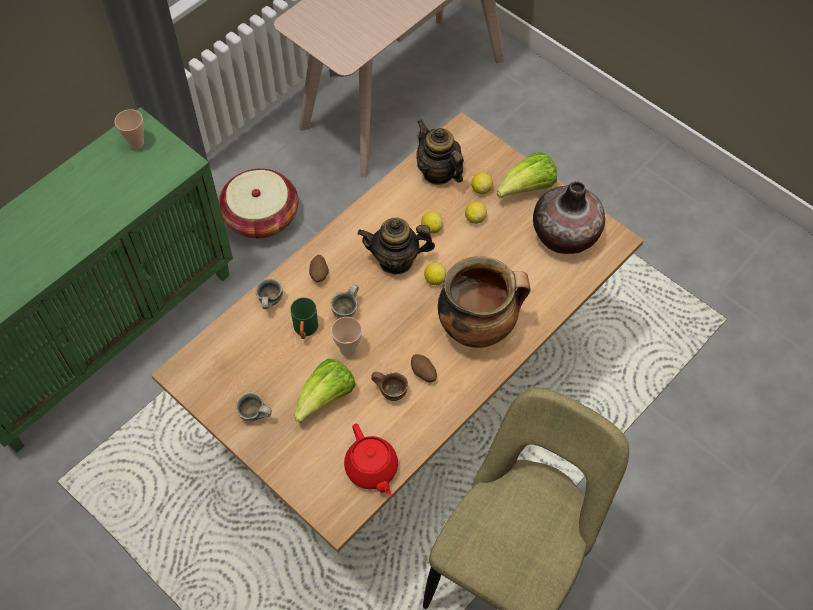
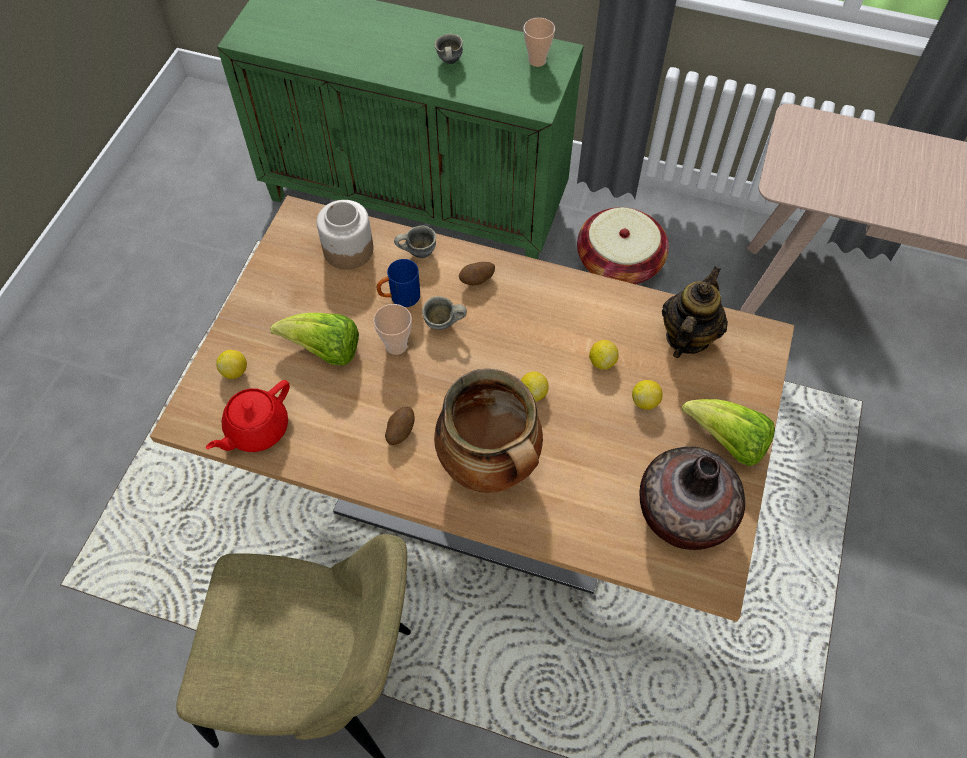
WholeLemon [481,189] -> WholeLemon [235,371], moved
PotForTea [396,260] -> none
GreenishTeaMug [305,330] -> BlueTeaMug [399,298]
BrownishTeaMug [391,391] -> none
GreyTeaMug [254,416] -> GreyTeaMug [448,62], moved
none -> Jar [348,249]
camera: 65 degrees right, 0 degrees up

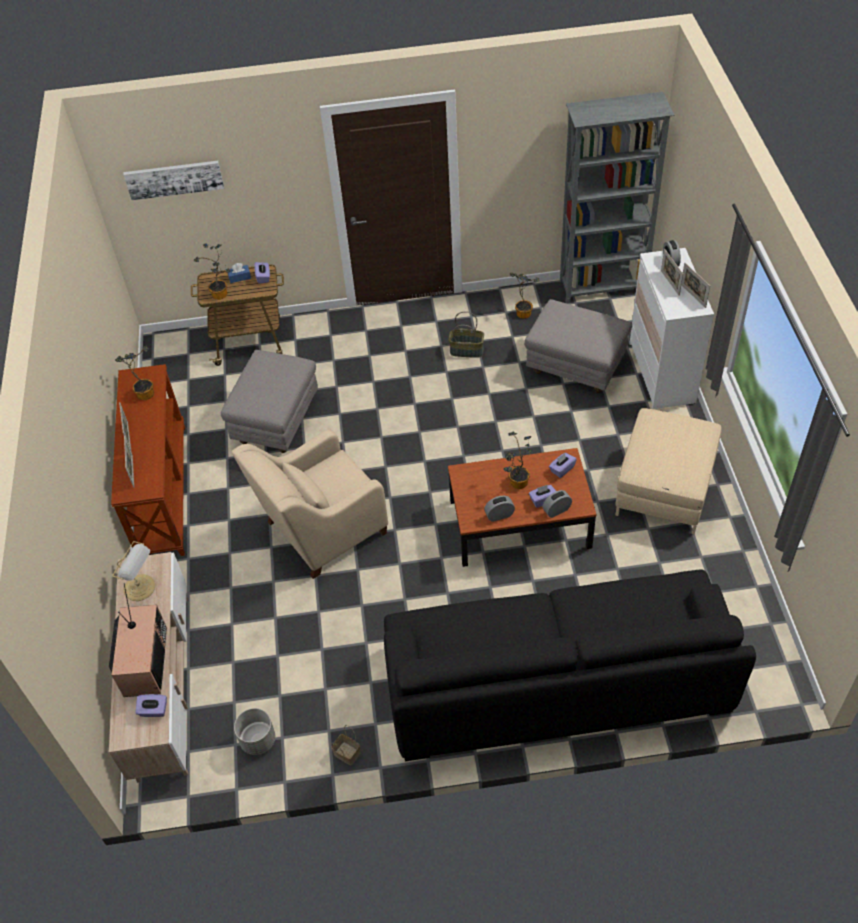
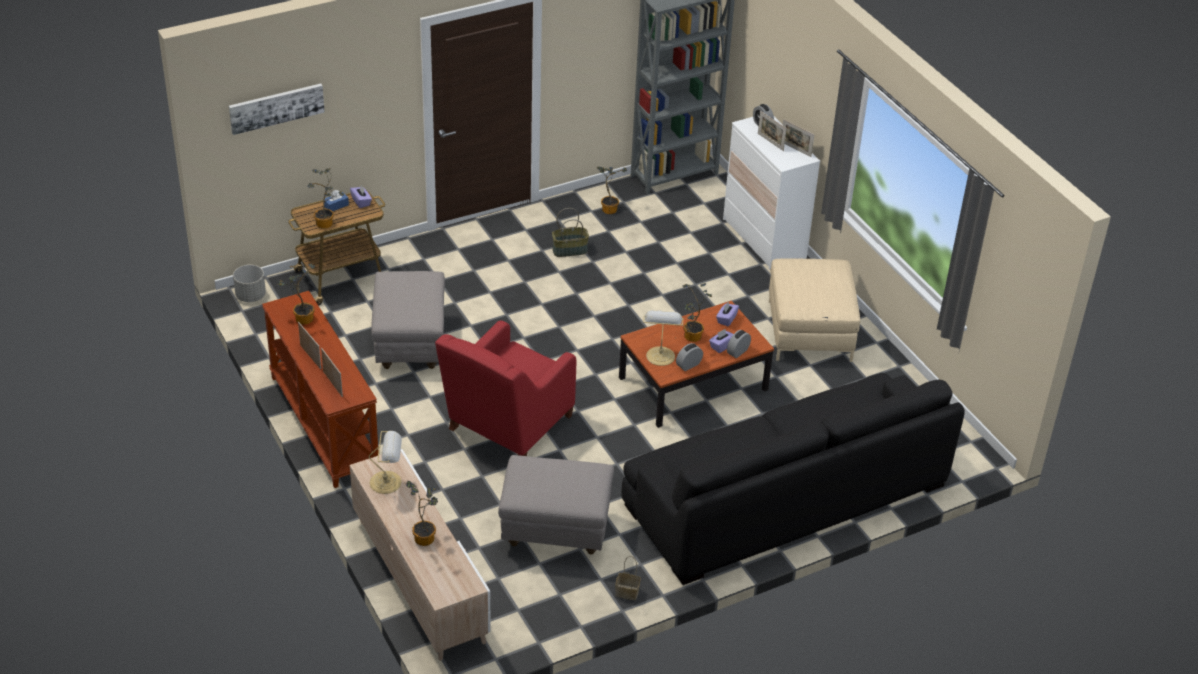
GreyFootrest [574,368] -> GreyFootrest [554,531], moved
BeigeColouredEasyChair [321,530] -> ReddishEasyChair [506,426]
Tv [144,661] -> PlantInAPot [426,536]
PurplishBoxOfTissues [153,710] -> none
GreyPlantPot [258,740] -> GreyPlantPot [250,296], moved
none -> TabletopLamp [660,355]
camera: 25 degrees left, 10 degrees down

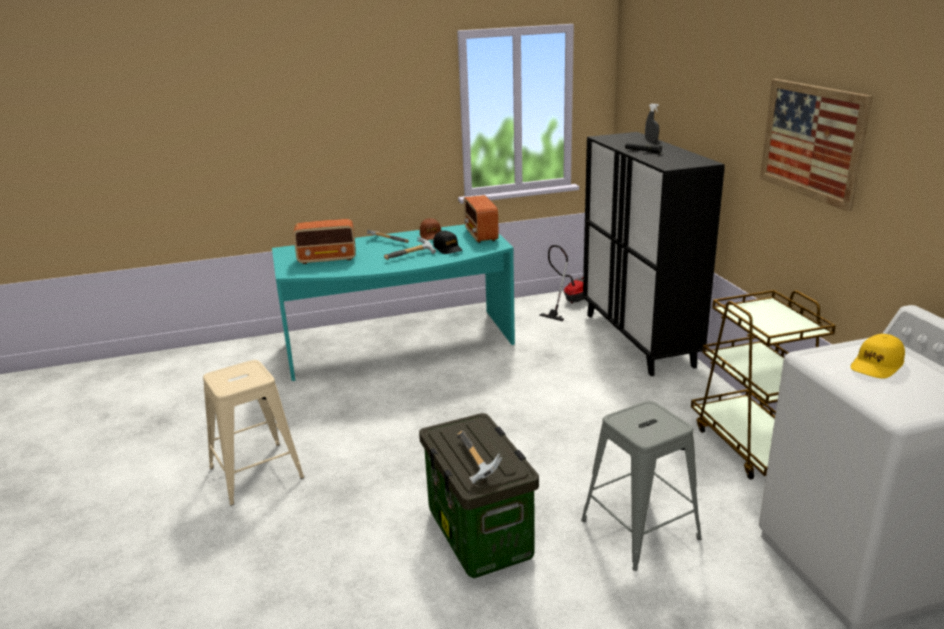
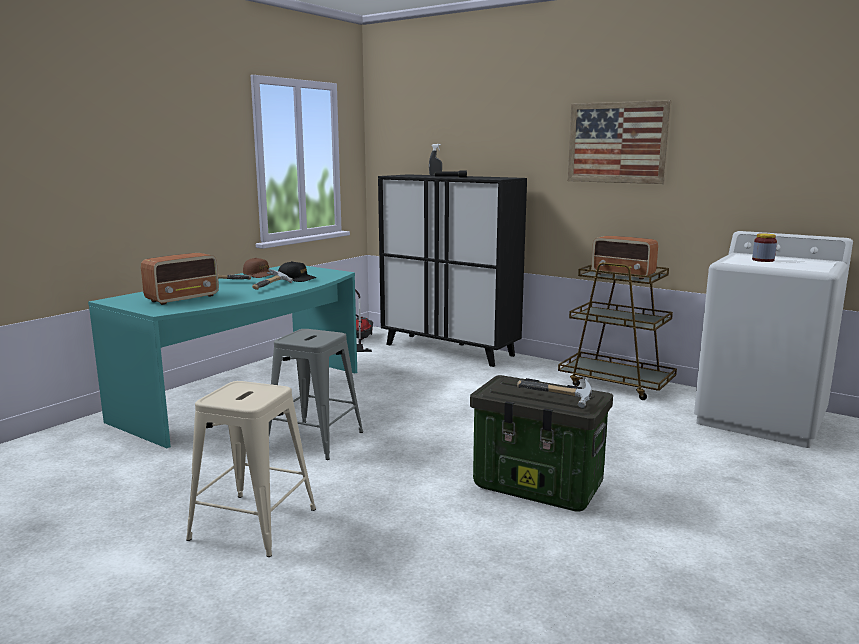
RadioSet [481,235] -> RadioSet [623,275], moved
YellowishBaseballCap [876,365] -> Jar [763,260]
GreyStool [640,529] -> GreyStool [315,439], moved
camera: 40 degrees left, 10 degrees down

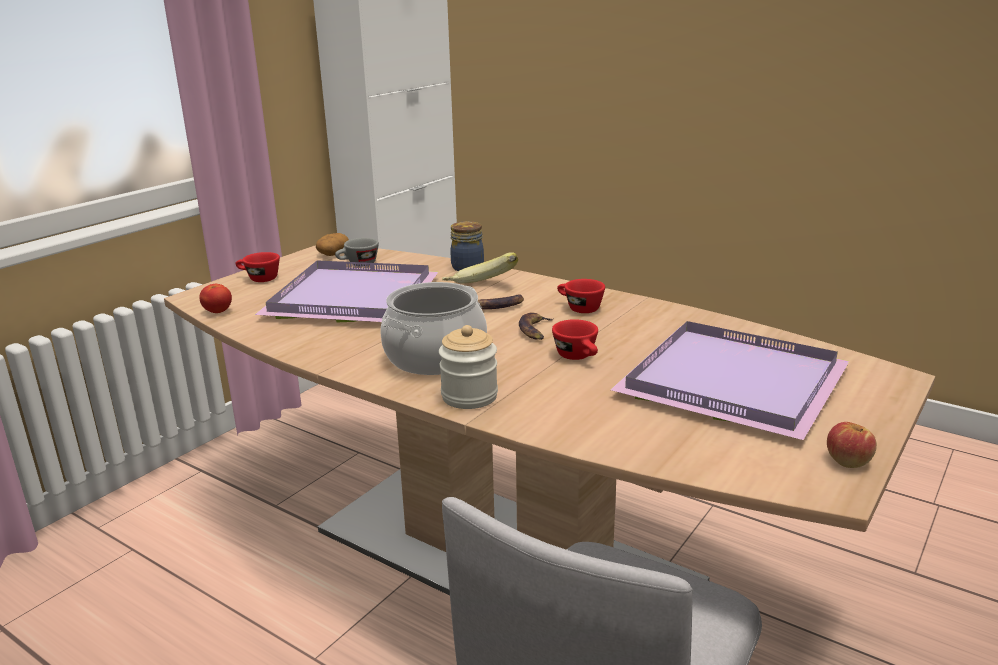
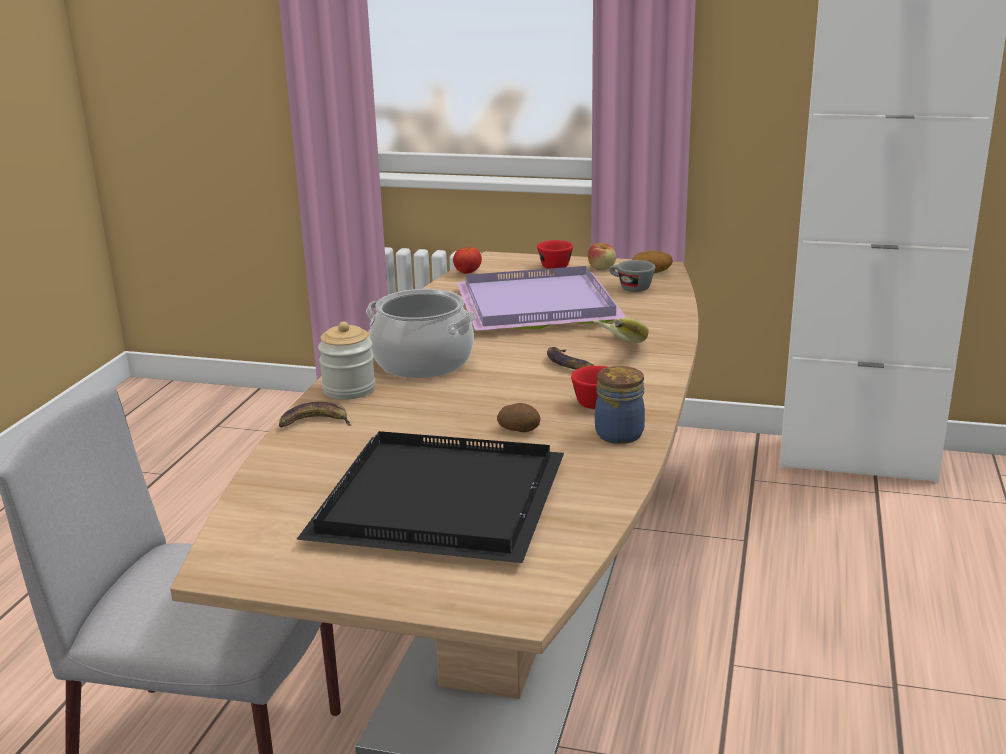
Jar [467,267] -> Jar [621,433], moved
Banana [535,330] -> Banana [314,422], moved
ReddishDrinkingCup [578,357] -> none
PurplishServingTray [737,382] -> BlackColouredServingTray [442,505]
Apple [848,461] -> Apple [602,268], moved
none -> Spud [519,429]
camera: 70 degrees right, 0 degrees up

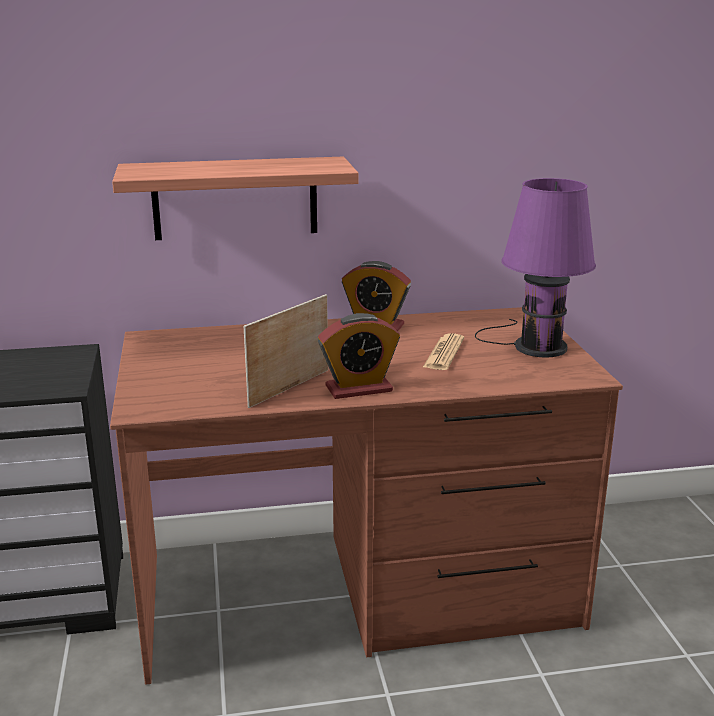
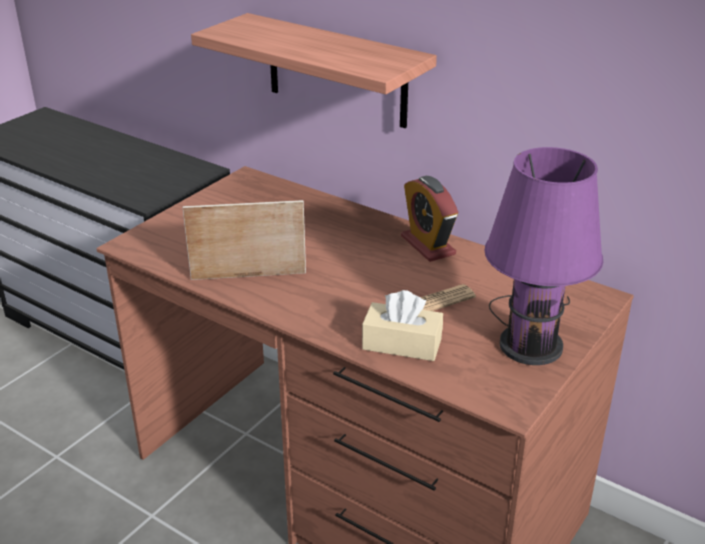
BedsideClock [359,389] -> none
none -> BeigeColouredBoxOfTissues [402,344]
camera: 45 degrees right, 10 degrees up

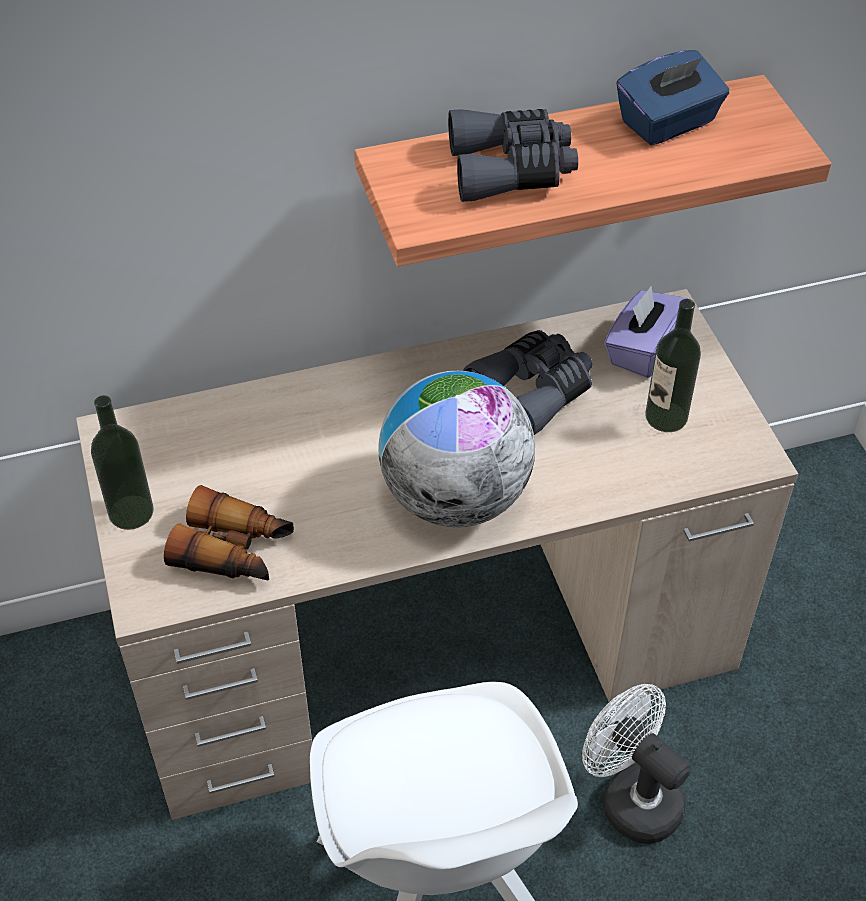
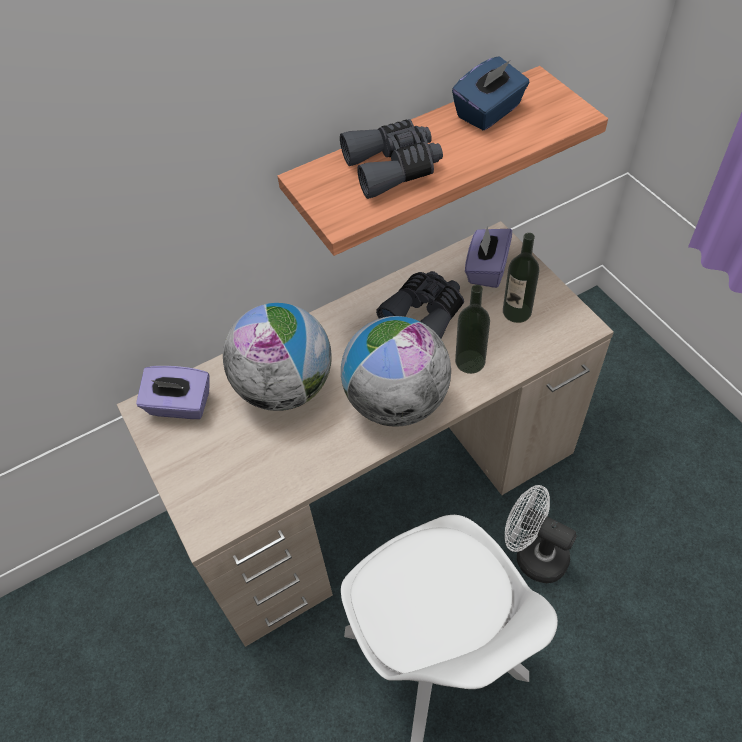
Bottle [131,512] -> Bottle [470,361], moved
Binoculars [234,550] -> none
none -> WorldGlobe [285,387]
none -> PurplishBoxOfTissues [180,405]
camera: 10 degrees left, 5 degrees up

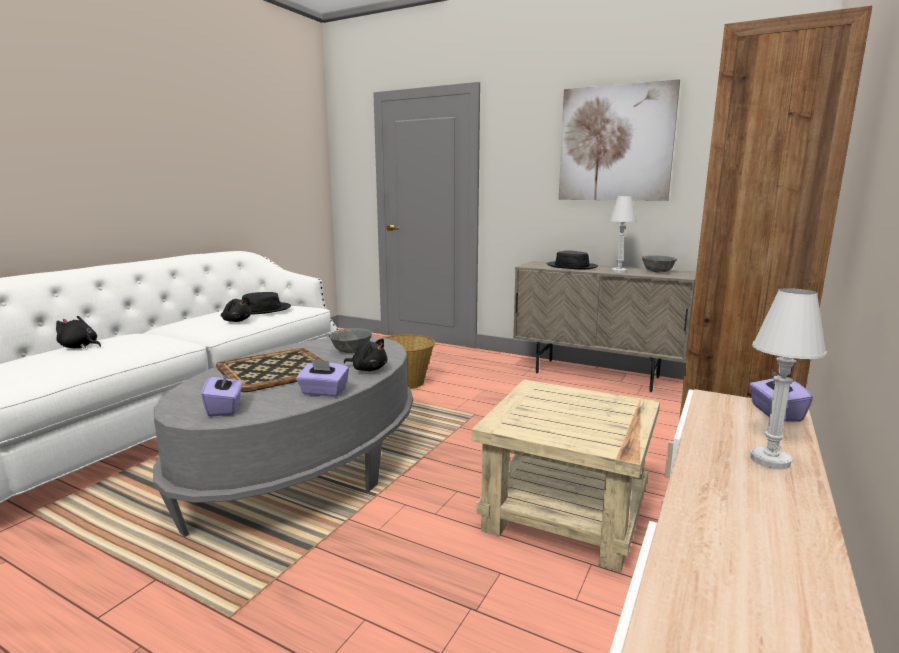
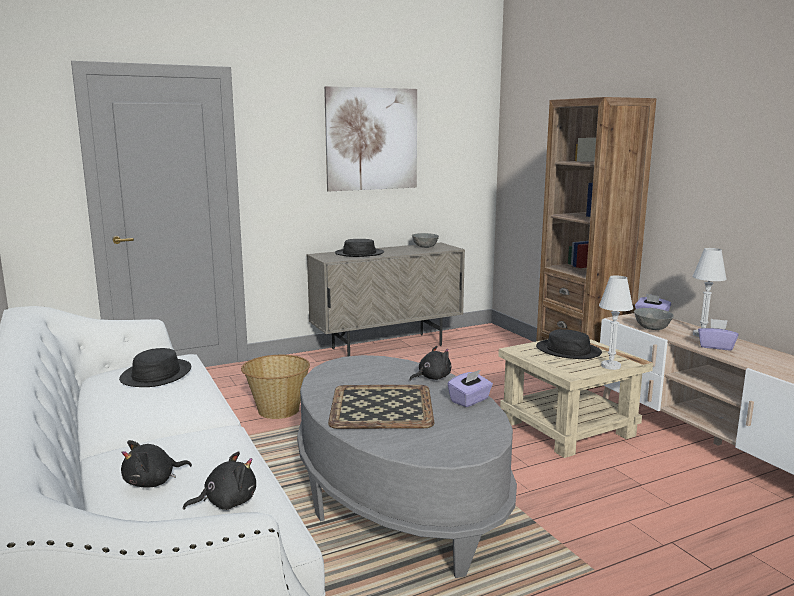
WhiteColouredTabletopLamp [618,271] -> WhiteColouredTabletopLamp [610,366], moved
BlackColouredSoftToy [236,321] -> BlackColouredSoftToy [227,502], moved
GreyDeepDish [351,351] -> GreyDeepDish [652,329], moved
PurplishBoxOfTissues [225,408] -> PurplishBoxOfTissues [715,346], moved
none -> BlackColouredWearableHat [568,350]
camera: 55 degrees left, 0 degrees up

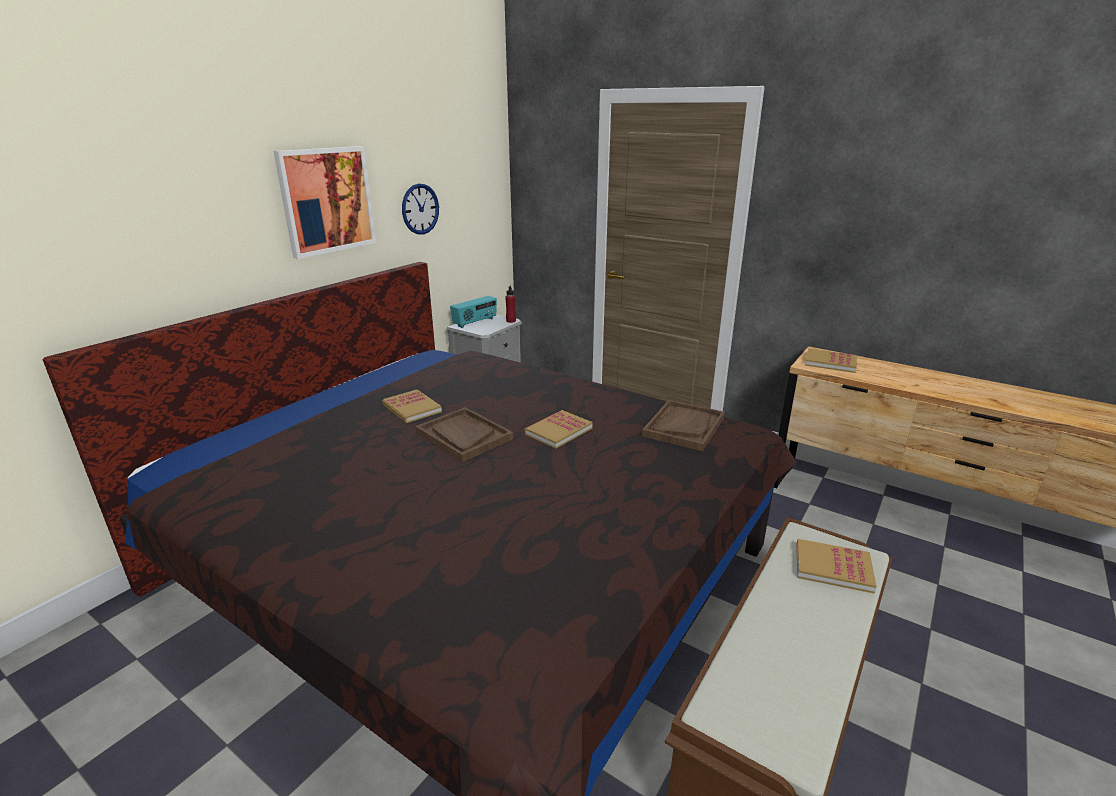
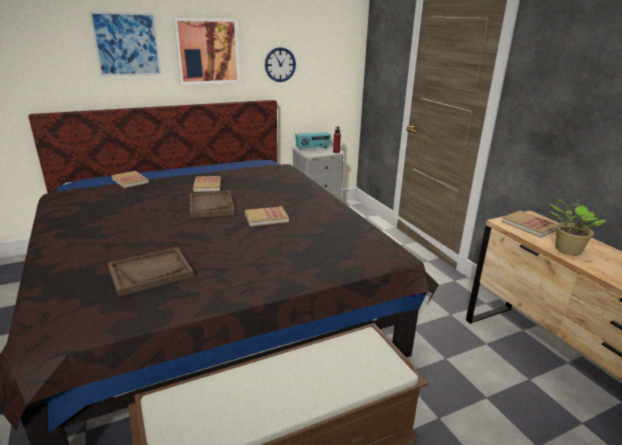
BrownishServingTray [683,427] -> BrownishServingTray [151,272], moved
BoundBook [833,568] -> BoundBook [130,181], moved
none -> WallArt [127,44]
none -> PlantInAPot [566,250]
camera: 30 degrees right, 0 degrees up

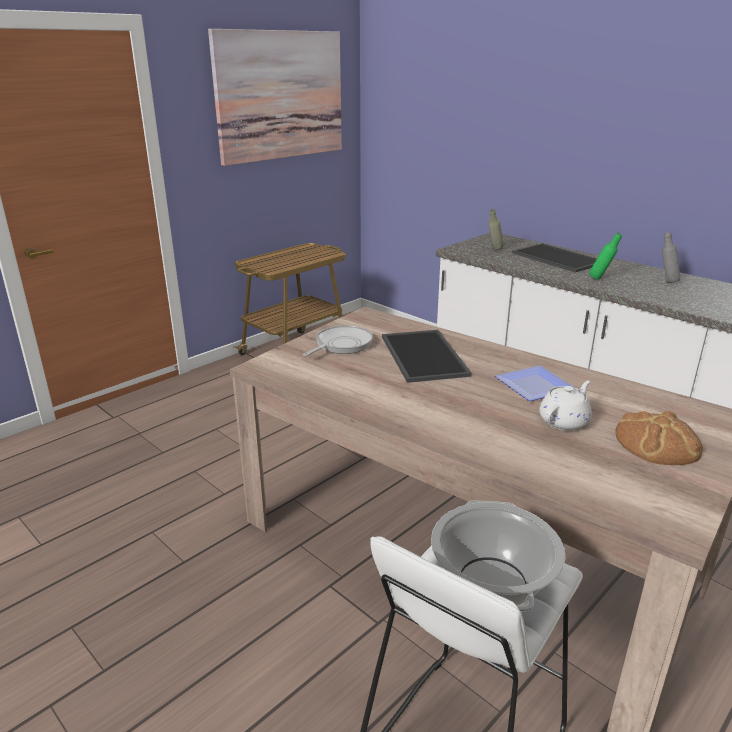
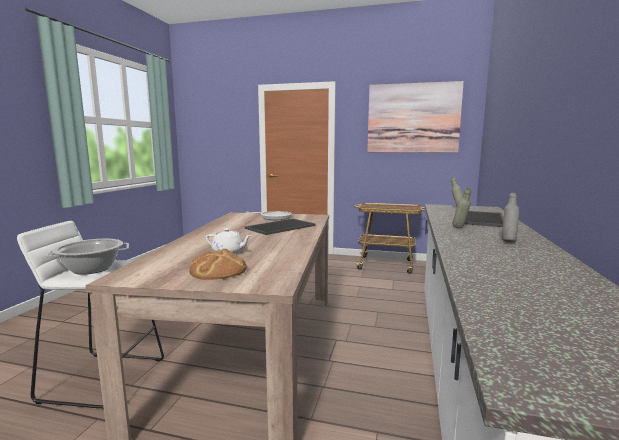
GreenishBottle [601,279] -> GreyBottle [460,228]
DinnerPlate [534,385] -> none
camera: 60 degrees right, 15 degrees down

